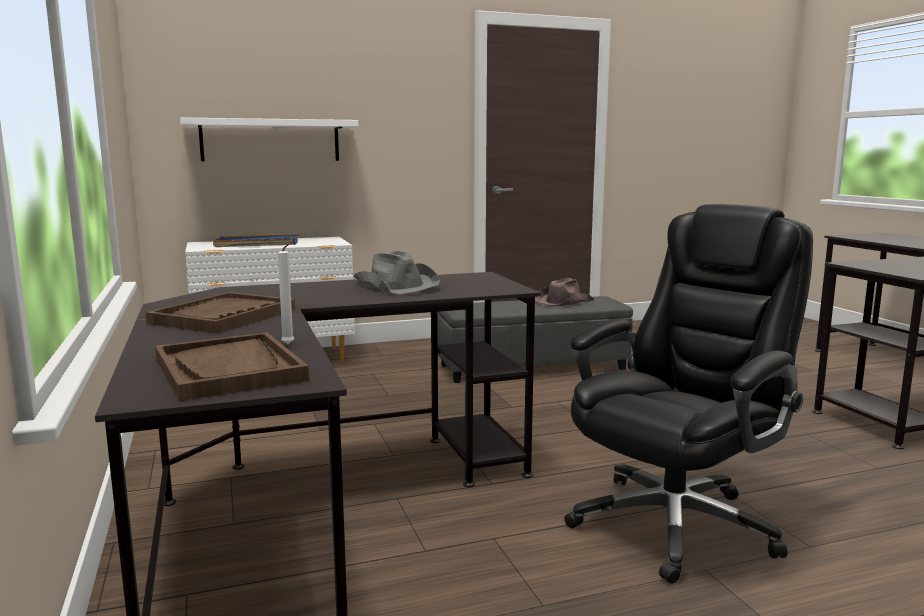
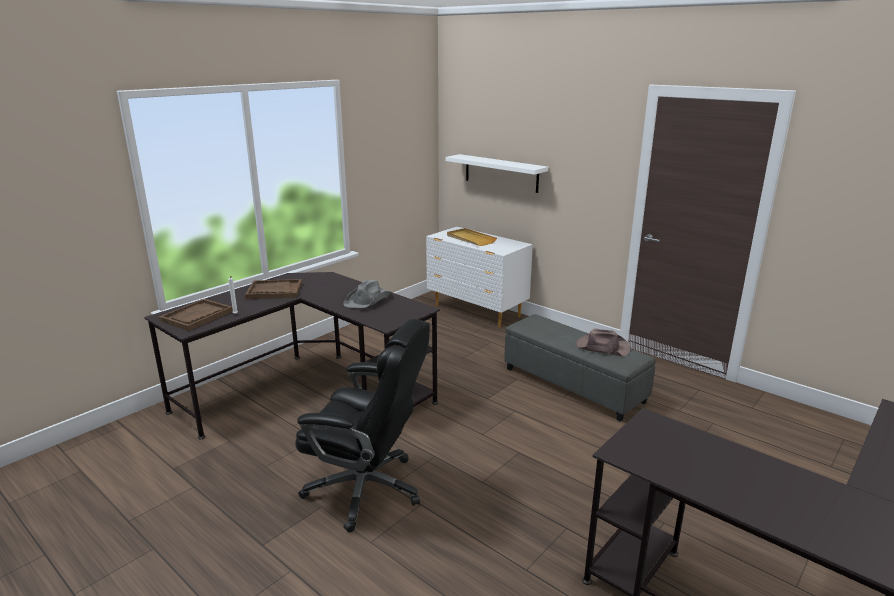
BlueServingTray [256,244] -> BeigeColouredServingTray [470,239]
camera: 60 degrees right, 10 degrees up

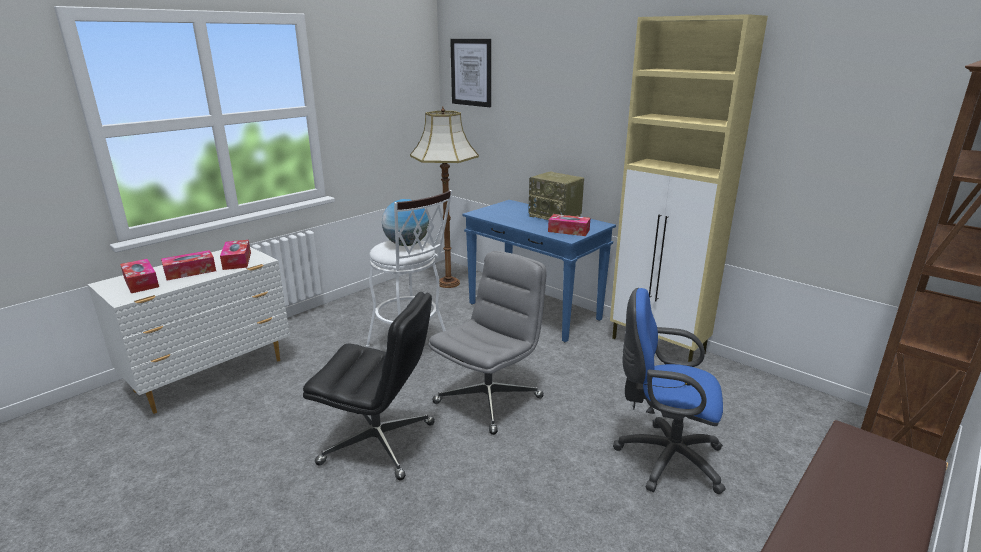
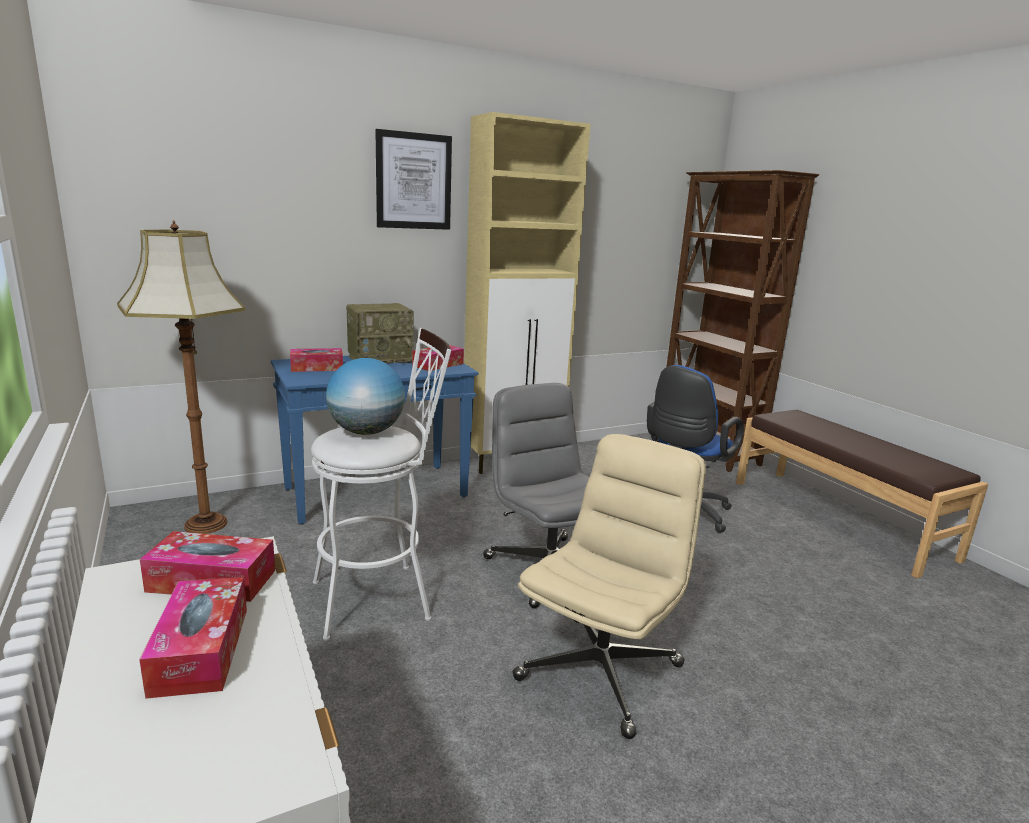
WallArt [471,72] -> WallArt [413,181], moved
BoxOfTissues [141,282] -> BoxOfTissues [317,368], moved
BlackColouredDeskChair [379,443] -> BeigeColouredDeskChair [600,670]
camera: 70 degrees left, 5 degrees down

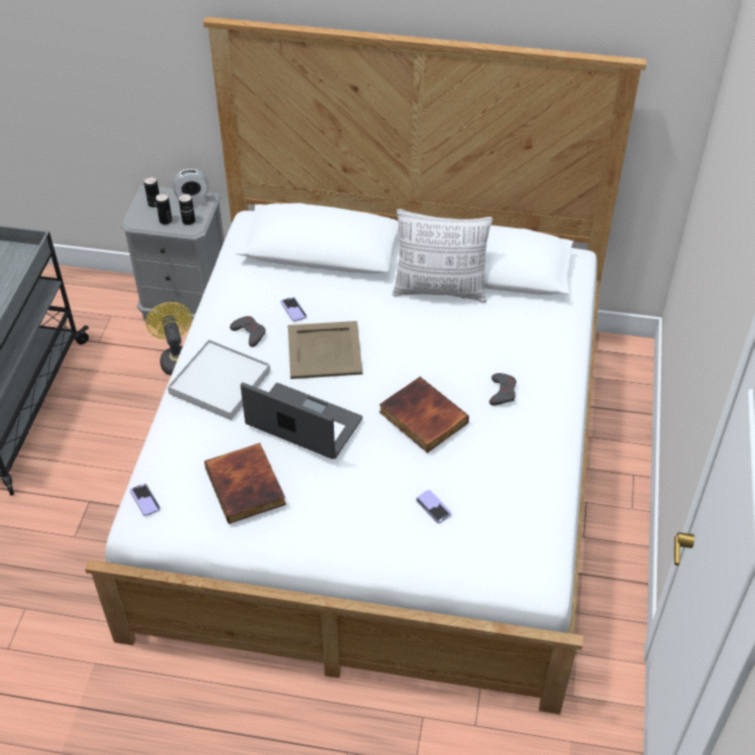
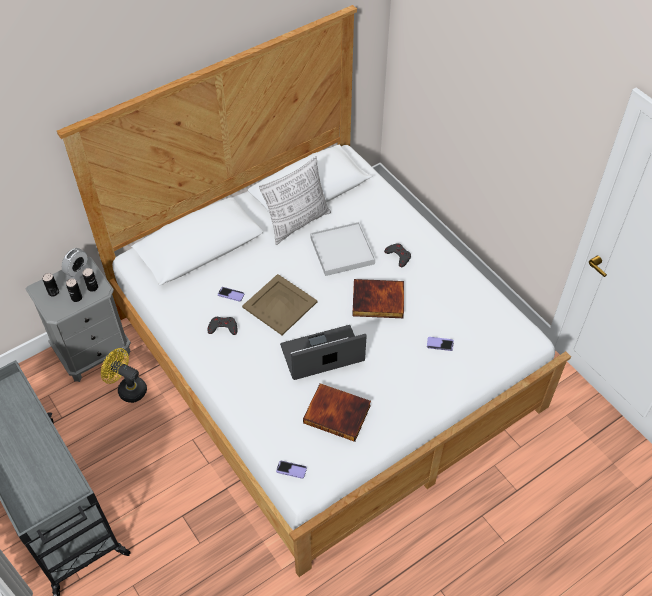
WhiteColouredServingTray [219,382] -> WhiteColouredServingTray [342,251], moved
camera: 45 degrees left, 5 degrees up

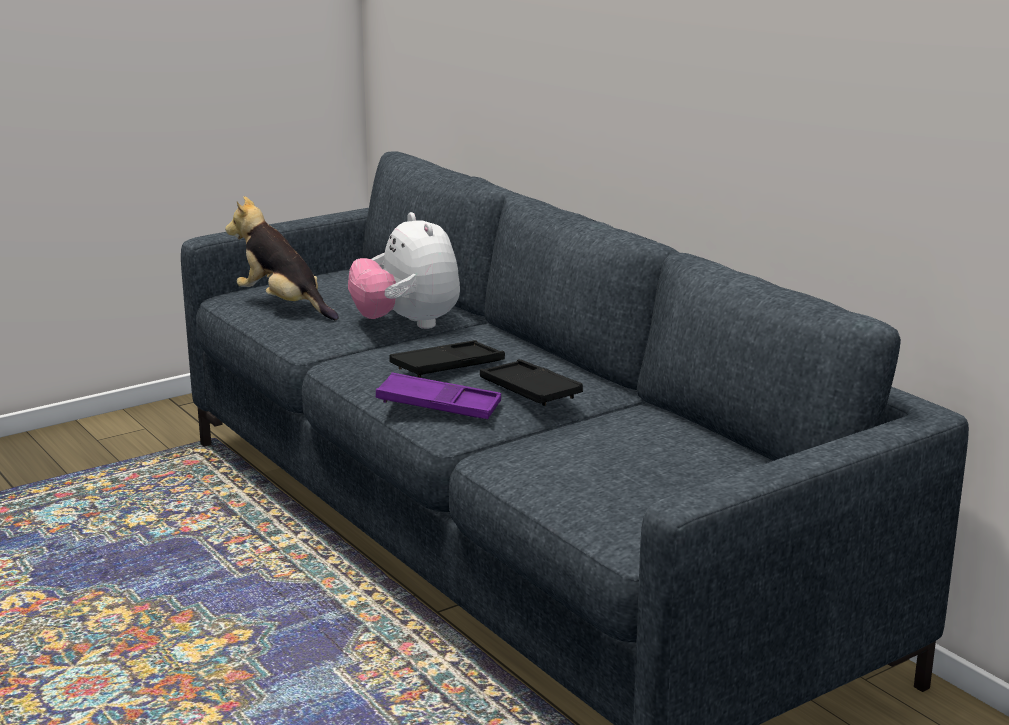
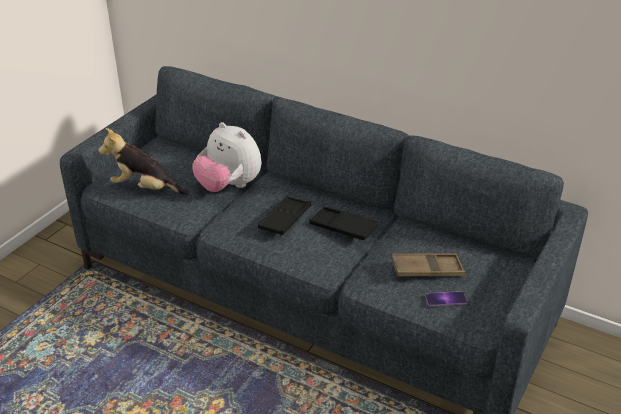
PurplishServingTray [438,405] -> none
none -> BrownishServingTray [427,269]
none -> Phone [445,299]
camera: 25 degrees left, 15 degrees up

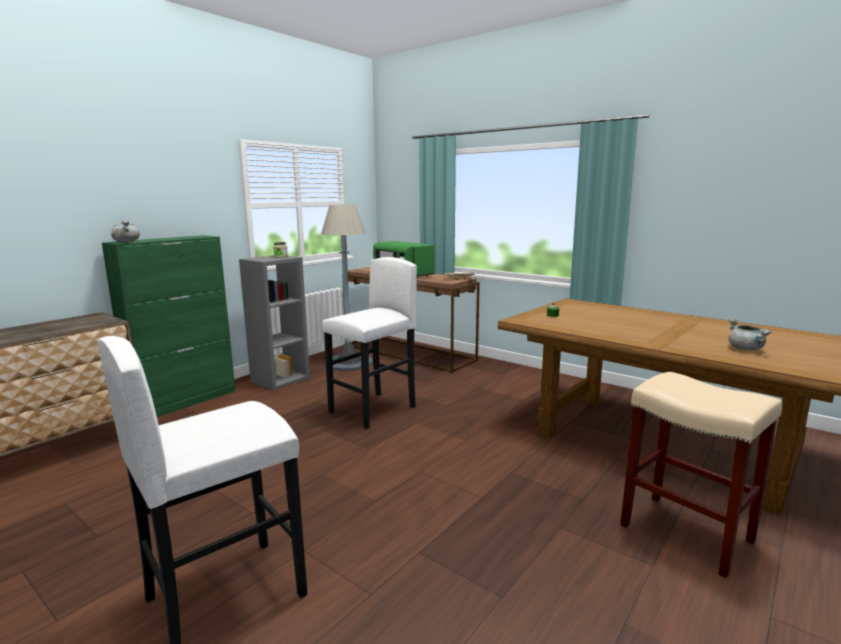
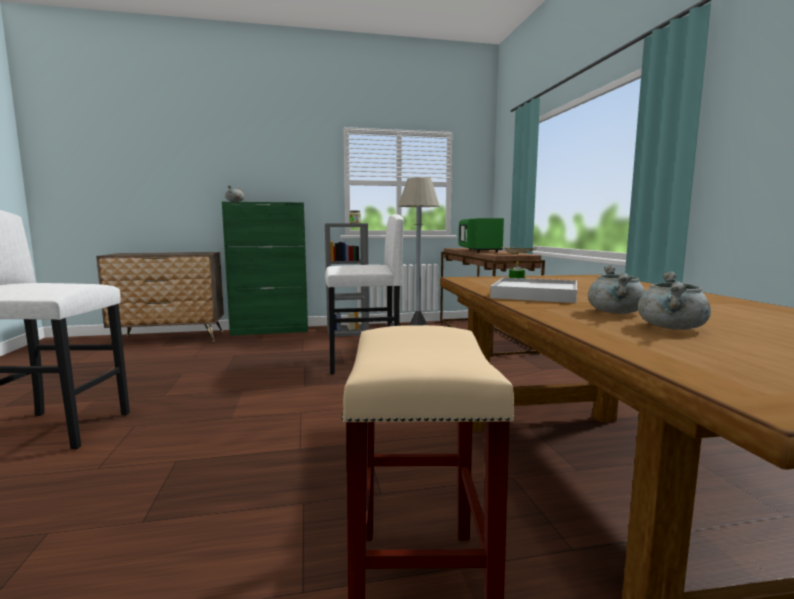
none -> GreySaucepot [616,313]
none -> WhiteColouredServingTray [535,295]
camera: 40 degrees right, 5 degrees down

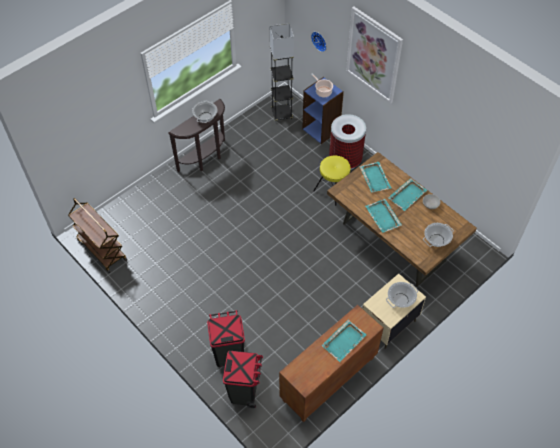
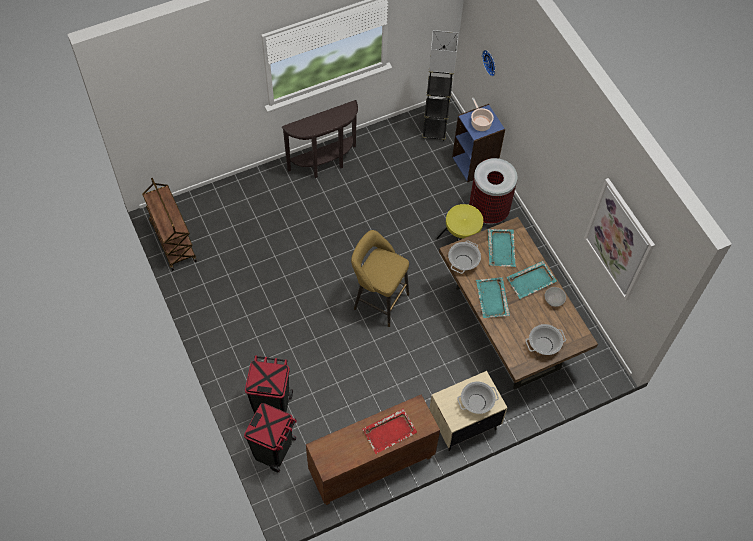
WallArt [374,55] -> WallArt [619,240], moved
Saucepot [205,117] -> Saucepot [463,262], moved
TurquoiseColouredServingTray [344,341] -> ReddishServingTray [390,431]
none -> YellowishStool [378,300]
camera: 15 degrees right, 5 degrees up

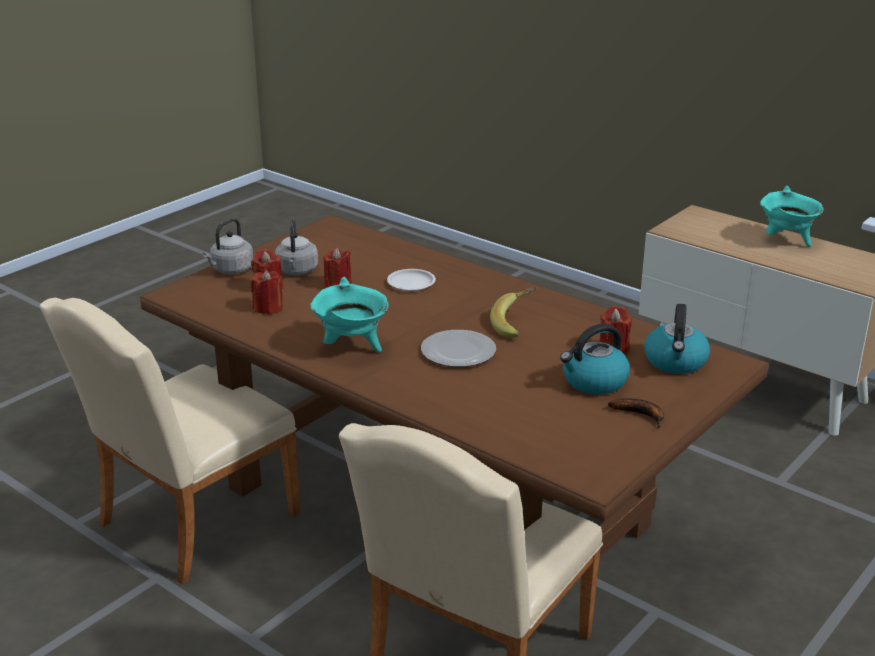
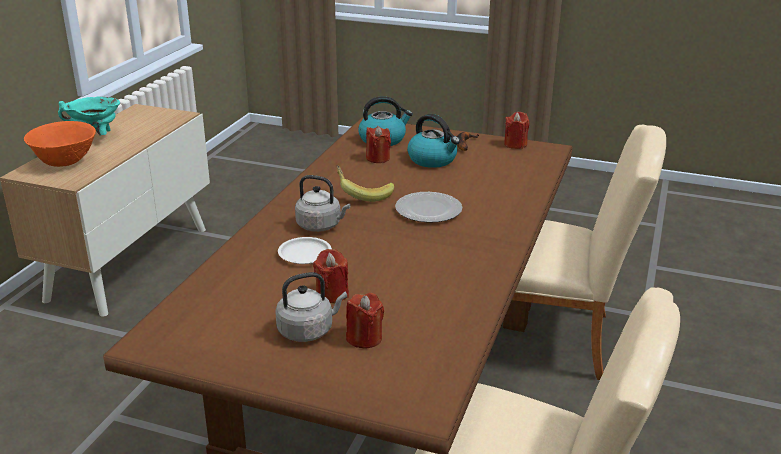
GreyWaterKettle [231,270] -> GreyWaterKettle [321,226], moved
ReddishWaxCandle [268,308] -> ReddishWaxCandle [515,144], moved
TurquoiseColouredSaucepot [352,347] -> none
none -> OrangeDeepDish [65,163]
camera: 110 degrees left, 0 degrees up

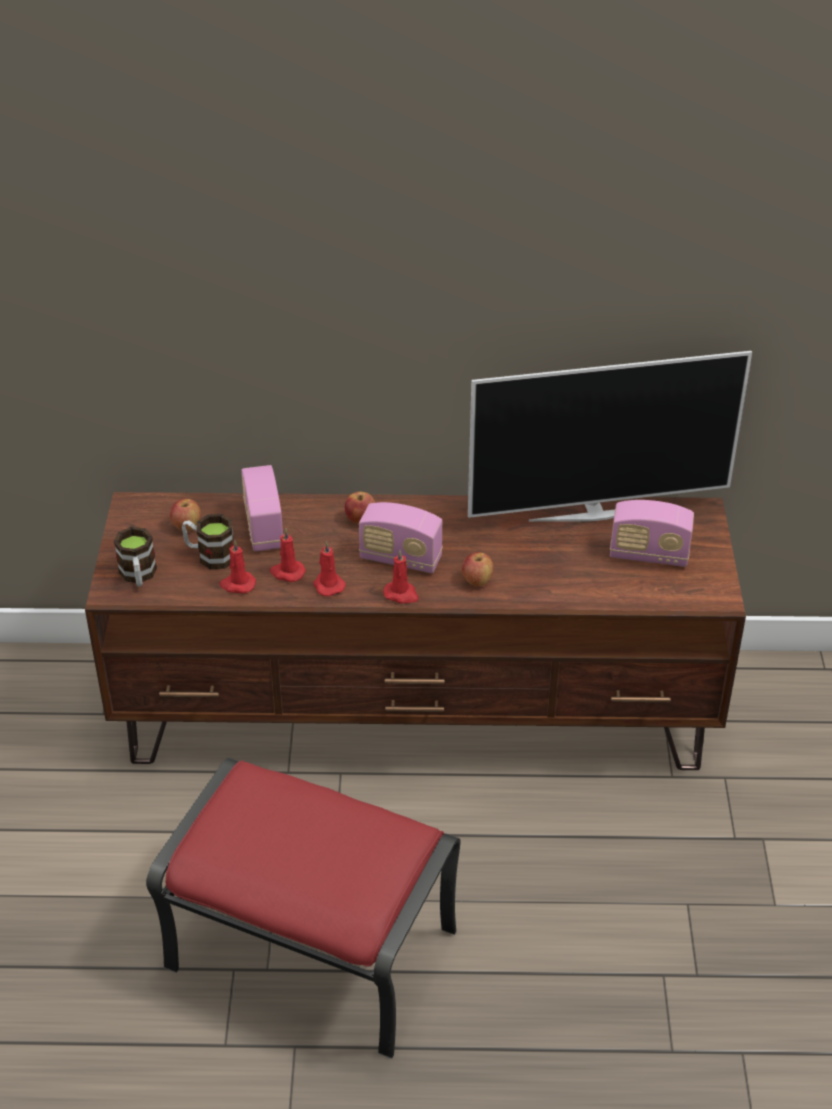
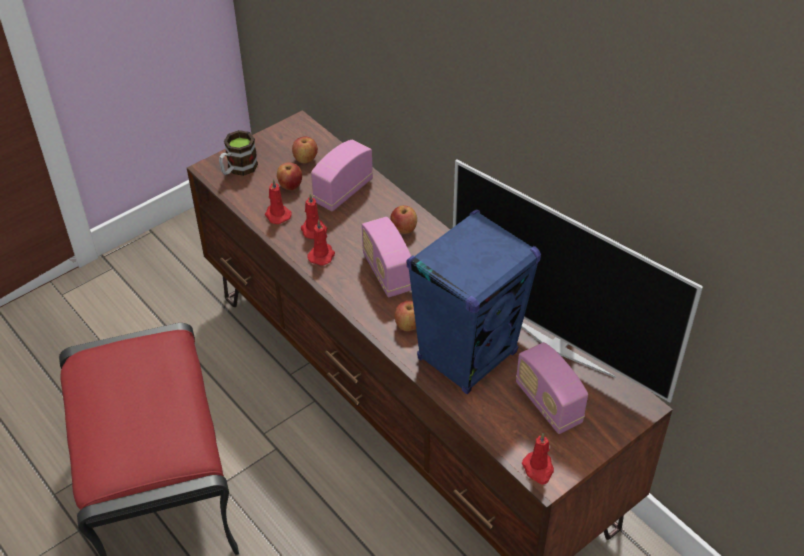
TeaMug [210,555] -> Apple [290,186]
ReddishWaxCandle [401,594] -> ReddishWaxCandle [538,469], moved
none -> BlueAudioSpeaker [467,355]
camera: 50 degrees right, 5 degrees up

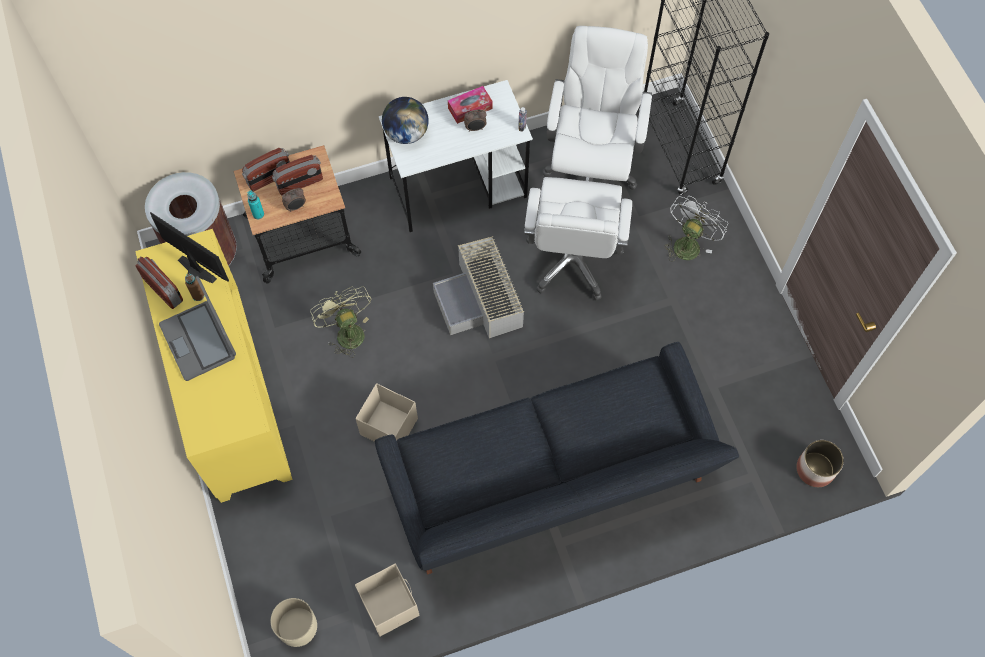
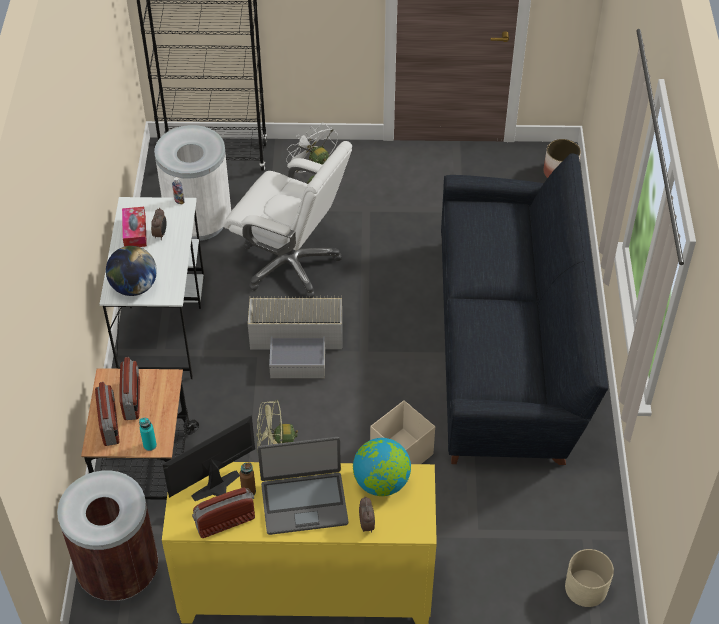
WhiteColouredDeskChair [591,167] -> WhiteColouredTrashCan [199,221]
BedsideClock [296,207] -> BedsideClock [367,525], moved
BeigeColouredStorageBox [389,604] -> none
none -> WorldGlobe [381,483]
camera: 70 degrees left, 15 degrees down

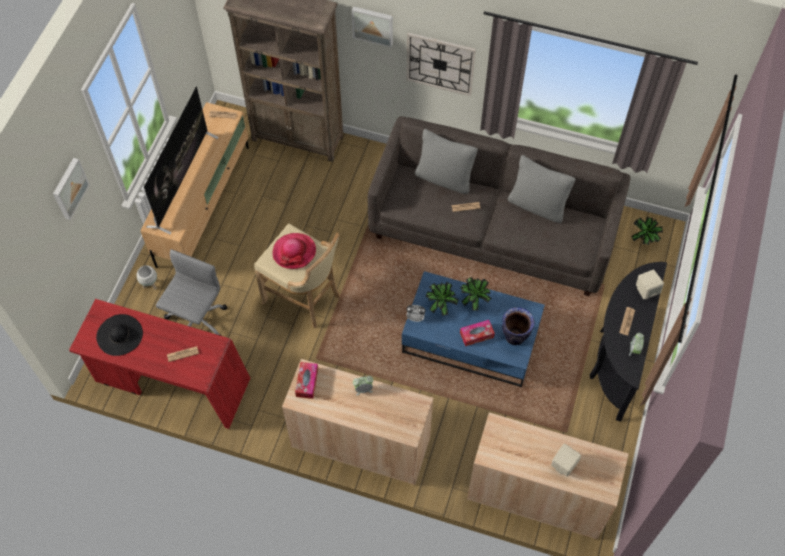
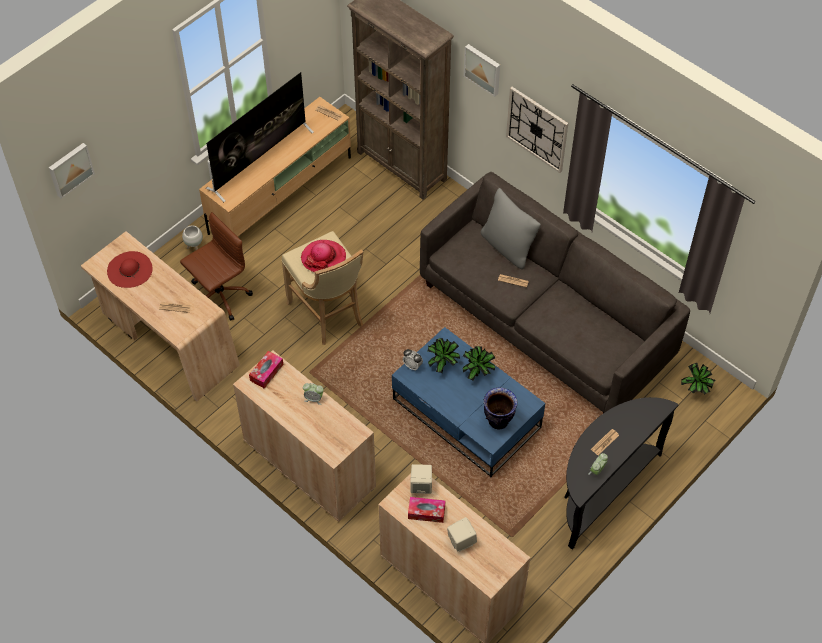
GreyThrowPillow [537,205] -> none
WallArt [69,188] -> WallArt [70,169], moved
GreyDeskChair [196,321] -> BrownishDeskChair [218,296]
BeigeColouredAudioSpeaker [646,290] -> BeigeColouredAudioSpeaker [421,486], moved
ReddishDeskUnit [171,382] -> BeigeColouredDeskUnit [167,341]
BlackColouredWearableHat [119,335] -> ReddishWearableHat [129,269]
BoxOfTissues [476,335] -> BoxOfTissues [426,512], moved
camera: 25 degrees right, 5 degrees down

